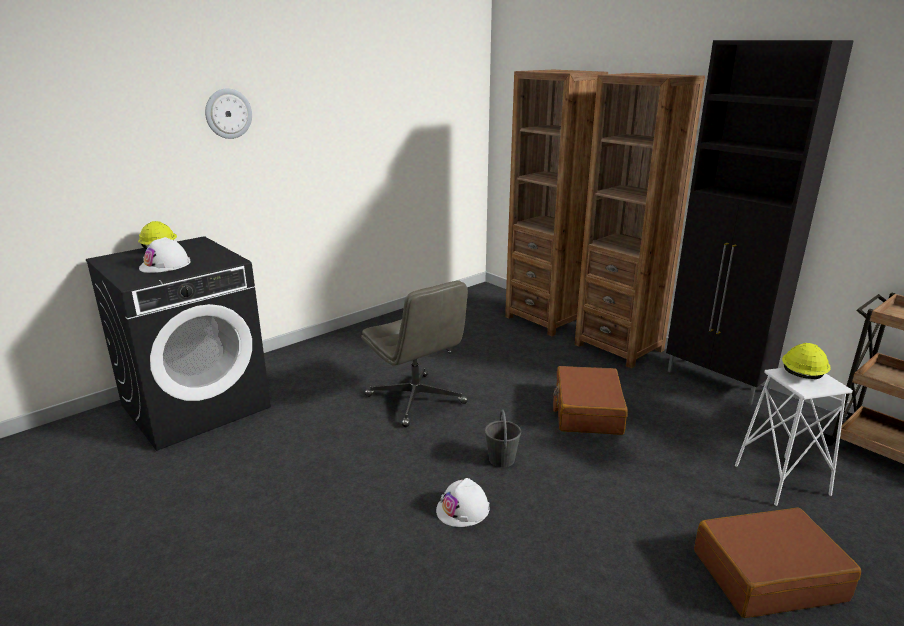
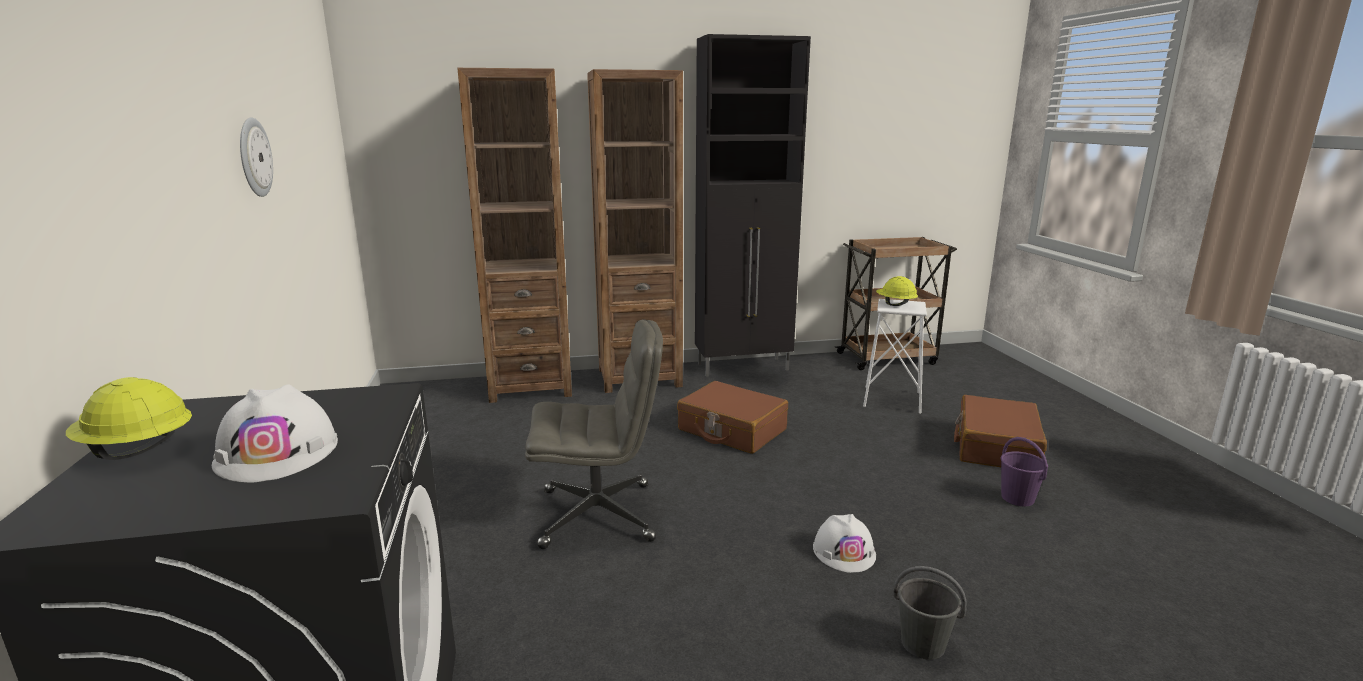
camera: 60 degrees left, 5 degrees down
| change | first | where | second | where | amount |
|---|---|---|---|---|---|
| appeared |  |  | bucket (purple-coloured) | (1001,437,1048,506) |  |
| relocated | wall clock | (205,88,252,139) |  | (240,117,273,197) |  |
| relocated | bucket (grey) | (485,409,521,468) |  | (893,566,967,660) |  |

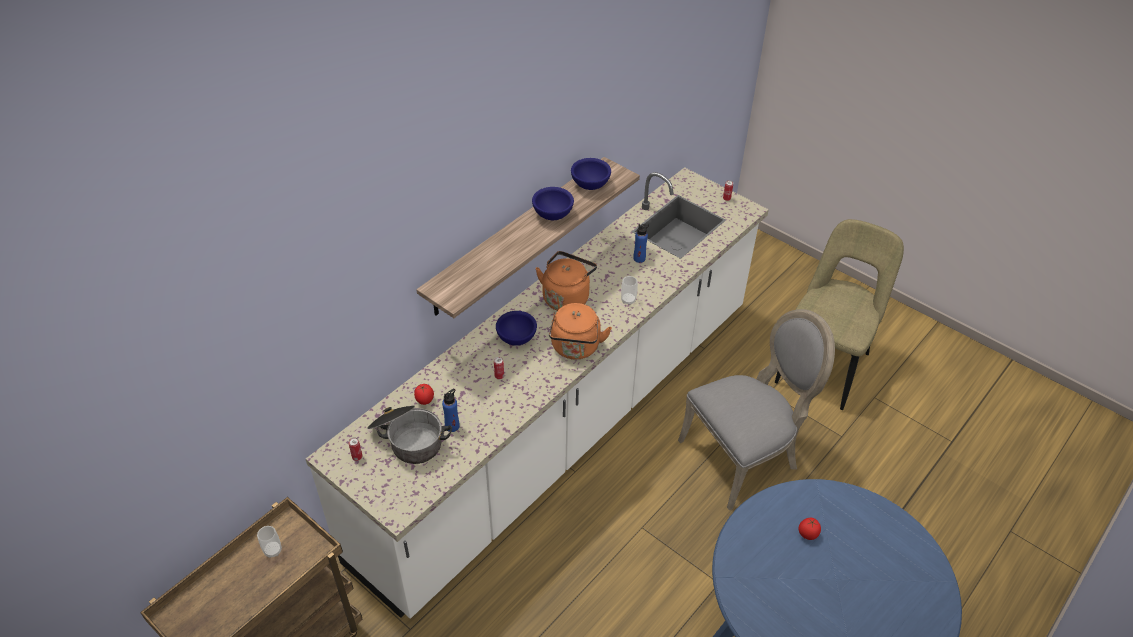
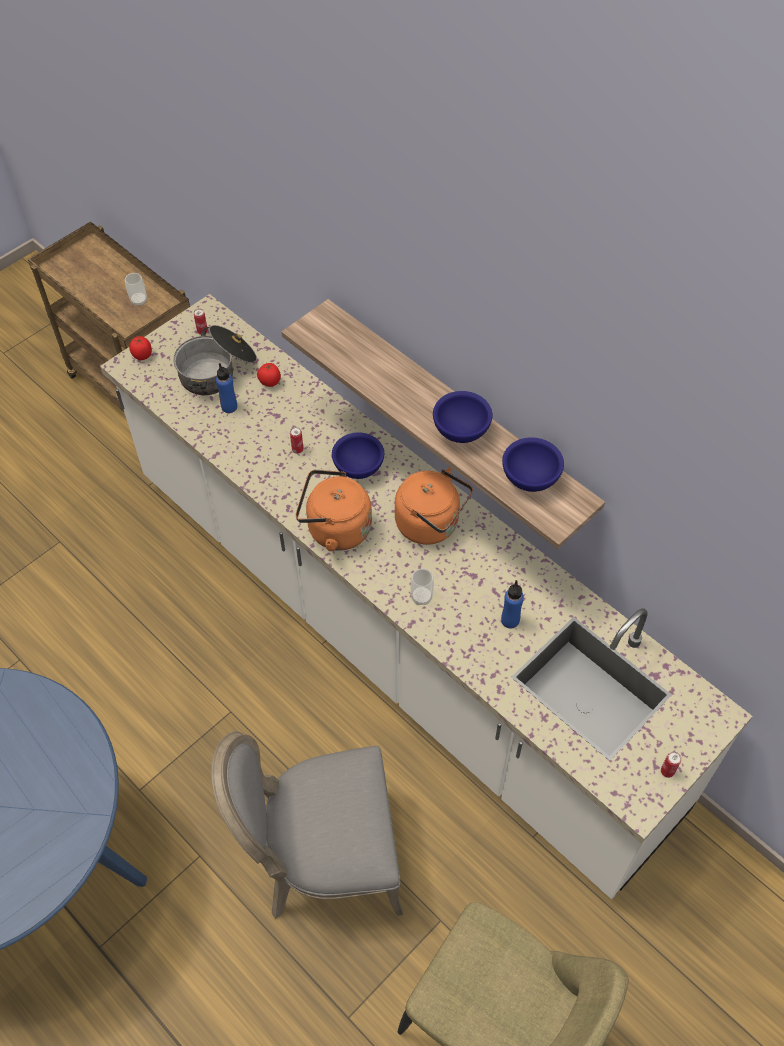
camera: 95 degrees right, 10 degrees up
| change | first | where | second | where | amount |
|---|---|---|---|---|---|
| relocated | whole tomato | (799,518,821,540) |  | (129,336,152,360) |  |
| spun | upright chair (grey) | (678,309,835,511) |  | (211,731,403,919) | 105 degrees clockwise |

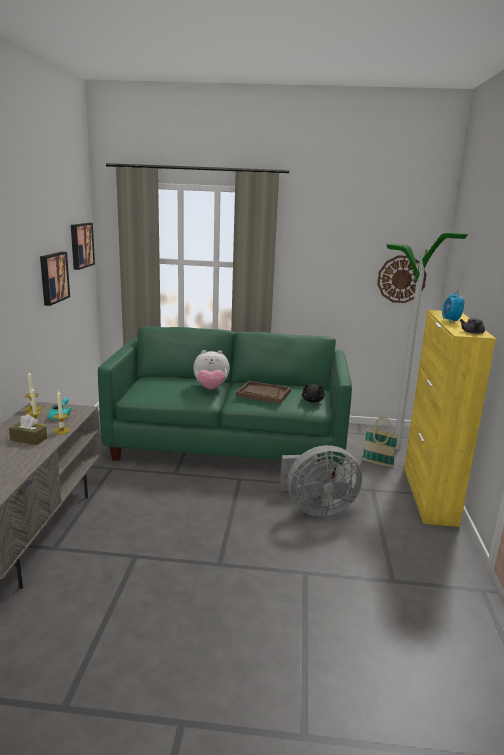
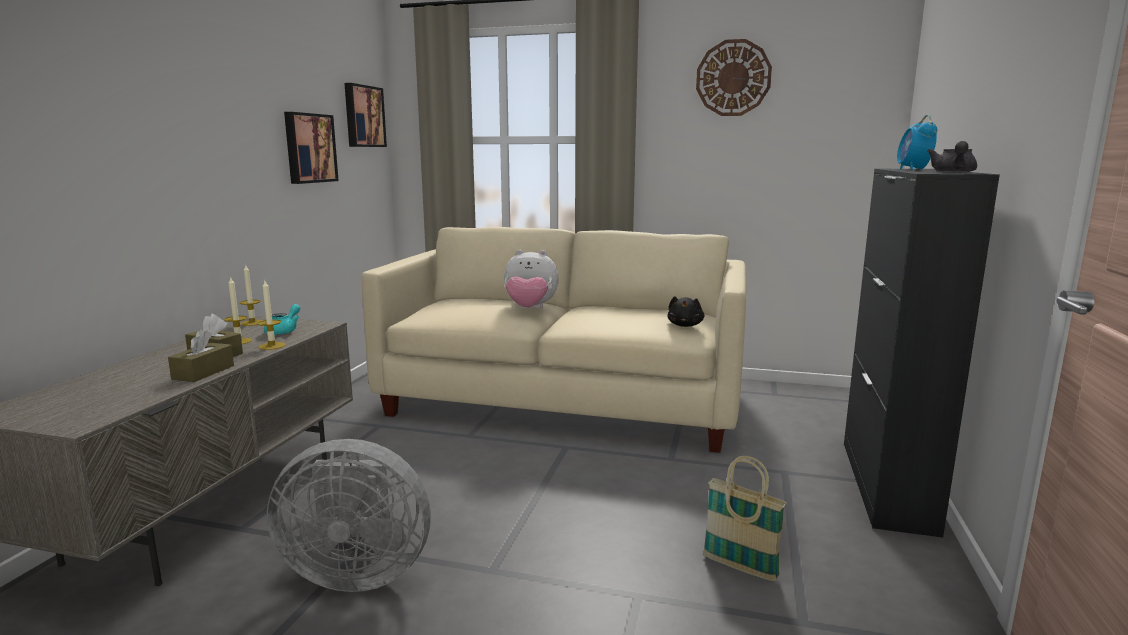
camera: 10 degrees right, 5 degrees down
| change | first | where | second | where | amount |
|---|---|---|---|---|---|
| missing | carrying tray (brown) | (236,381,291,404) |  |  |  |
| missing | standard lamp | (386,232,468,450) |  |  |  |
| appeared |  |  | tissue holder (brown) | (168,329,234,382) |  |
| relocated | fan (grey) | (280,445,362,516) |  | (267,439,431,592) |  |
| relocated | household basket | (362,417,398,467) |  | (703,456,787,581) |  |
| relocated | wall clock | (377,255,427,303) |  | (696,39,772,116) |  |
| colour | sofa (greenish) | (98,326,352,479) | sofa (sand-coloured) | (361,227,746,453) |  |
| colour | cupboard (yellowish) | (404,310,496,527) | cupboard (blackish) | (844,169,1000,537) |  |

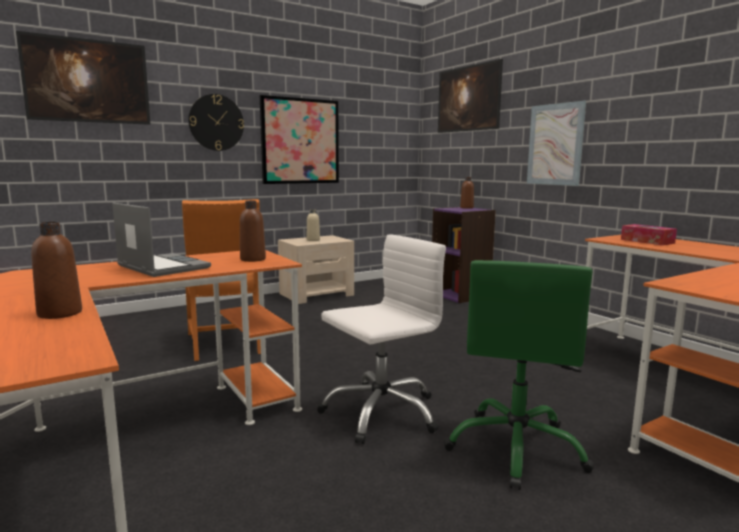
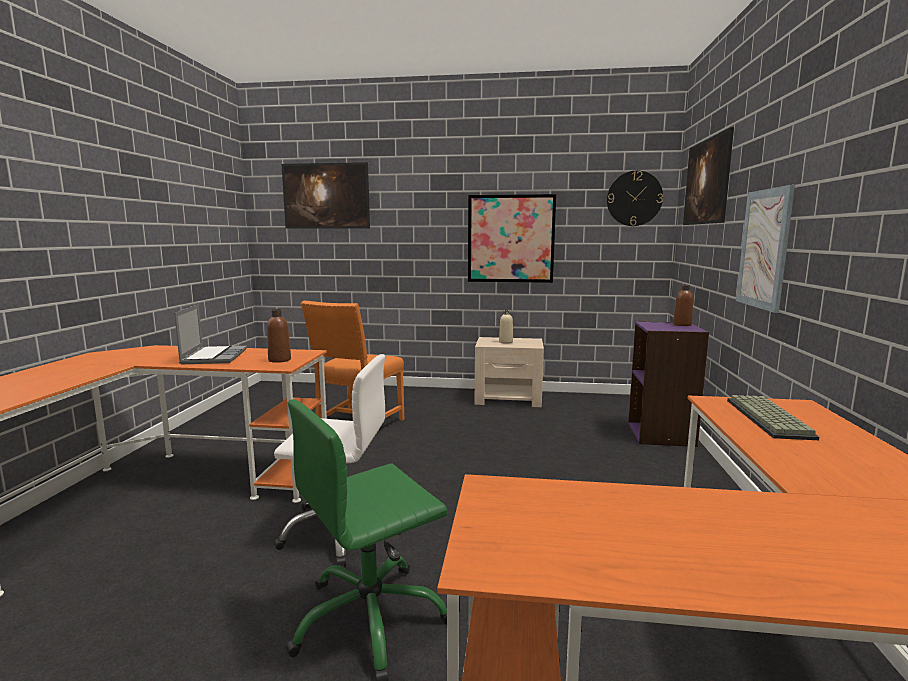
camera: 40 degrees right, 0 degrees up
| change | first | where | second | where | amount |
|---|---|---|---|---|---|
| missing | beverage bottle (brown) | (31,222,82,319) |  |  |  |
| relocated | wall clock | (188,94,244,151) |  | (607,170,663,226) |  |
| exchanged | tissue holder | (621,224,677,245) | keyboard | (727,395,819,440) |  |

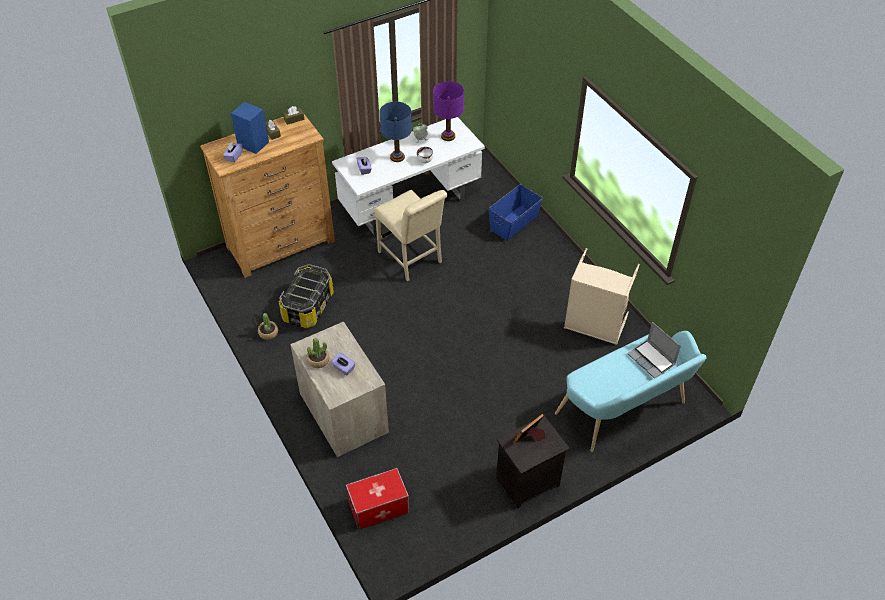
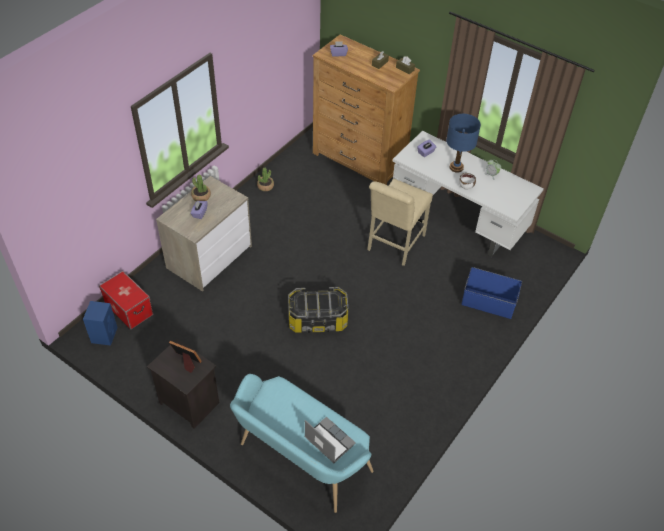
camera: 65 degrees right, 0 degrees up
| change | first | where | second | where | amount |
|---|---|---|---|---|---|
| missing | tabletop lamp (purple-coloured) | (433,81,464,141) |  |  |  |
| missing | hamper (sand-coloured) | (564,248,640,345) |  |  |  |
| relocated | loudspeaker (bluish) | (231,102,269,154) |  | (83,301,118,346) |  |
| relocated | storage container | (279,264,334,328) |  | (288,287,348,333) |  |
| spun | notebook computer | (627,322,681,378) |  | (304,417,356,463) | 105 degrees clockwise |

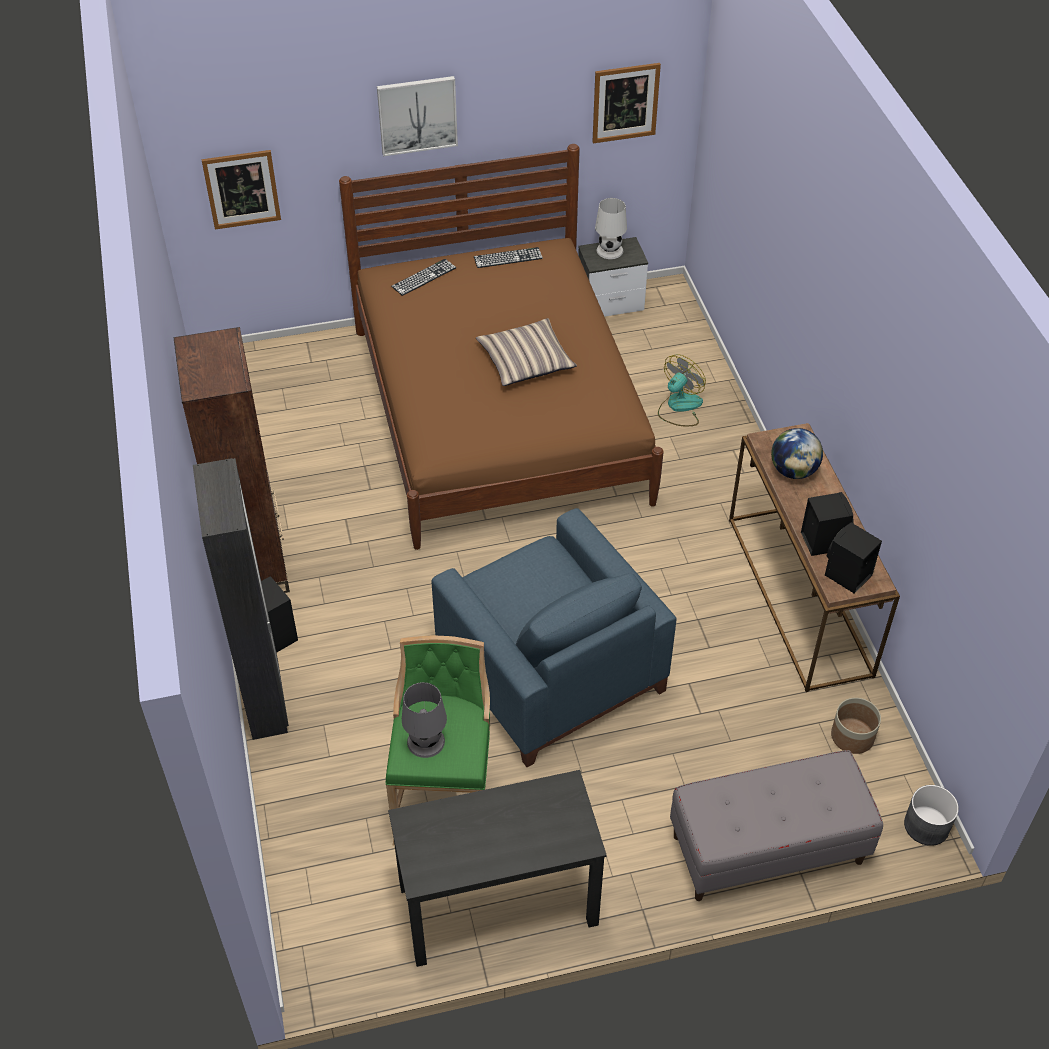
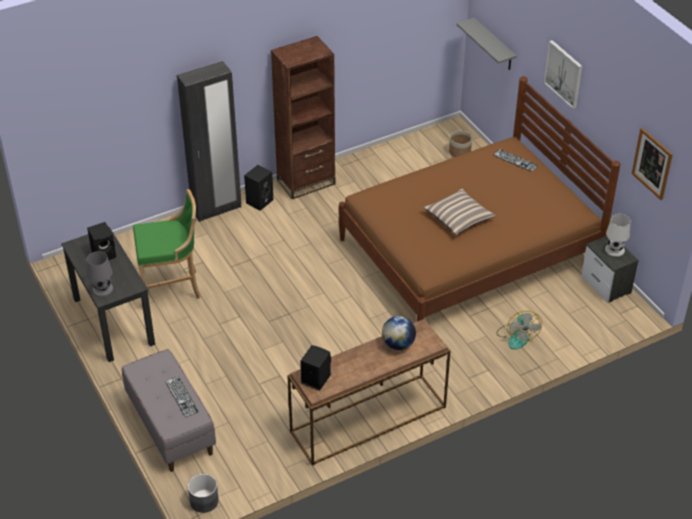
camera: 75 degrees right, 5 degrees down
| change | first | where | second | where | amount |
|---|---|---|---|---|---|
| missing | easy chair (bluish) | (431,508,677,767) |  |  |  |
| relocated | tabletop lamp (grey) | (402,682,447,758) |  | (87,251,113,297) |  |
| relocated | keyboard | (474,247,543,268) |  | (165,376,199,417) |  |
| relocated | loudspeaker (blackish) | (801,492,854,556) |  | (87,222,116,260) |  |
| relocated | plant pot | (831,698,881,754) |  | (449,131,472,157) |  |
| exchanged | wall picture | (202,150,281,230) | bracket shelf (grey) | (457,18,517,70) |  |
| spun | fan | (658,354,706,426) |  | (496,311,542,350) | 60 degrees clockwise |

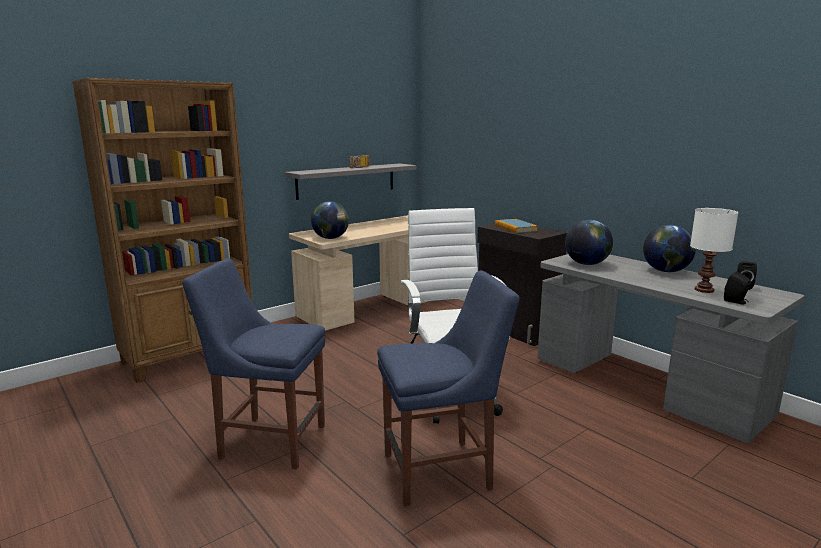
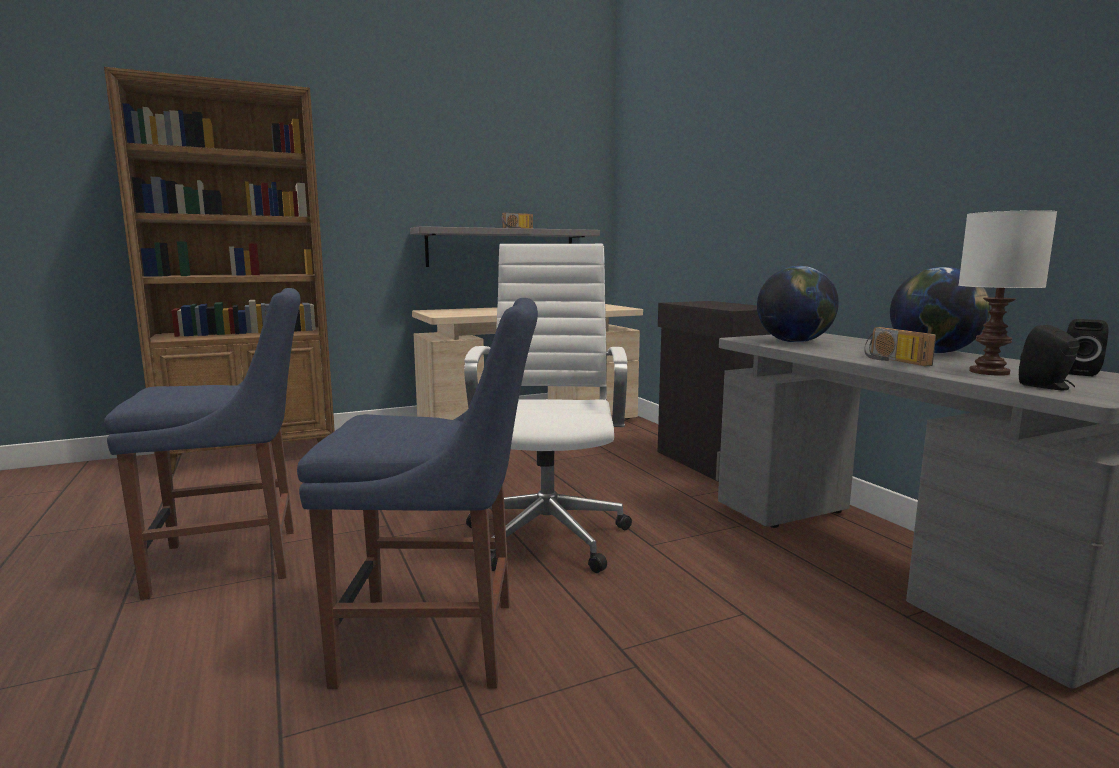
camera: 15 degrees right, 5 degrees down
| change | first | where | second | where | amount |
|---|---|---|---|---|---|
| missing | world globe | (311,201,349,239) |  |  |  |
| missing | bound book | (495,219,538,233) |  |  |  |
| appeared |  |  | radio receiver | (864,327,936,366) |  |
| spun | upright chair (bluish) | (182,258,325,470) |  | (104,288,301,600) | 135 degrees clockwise |

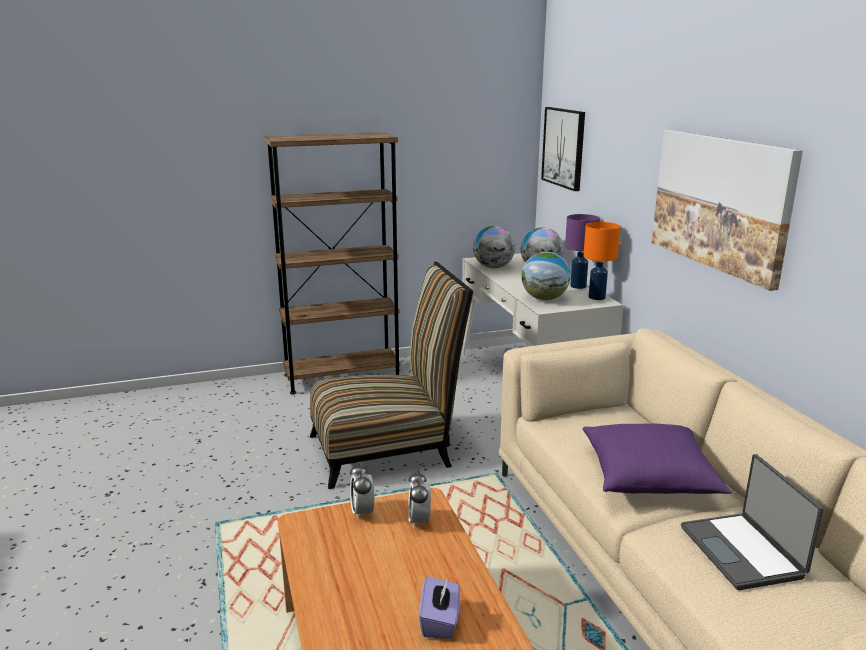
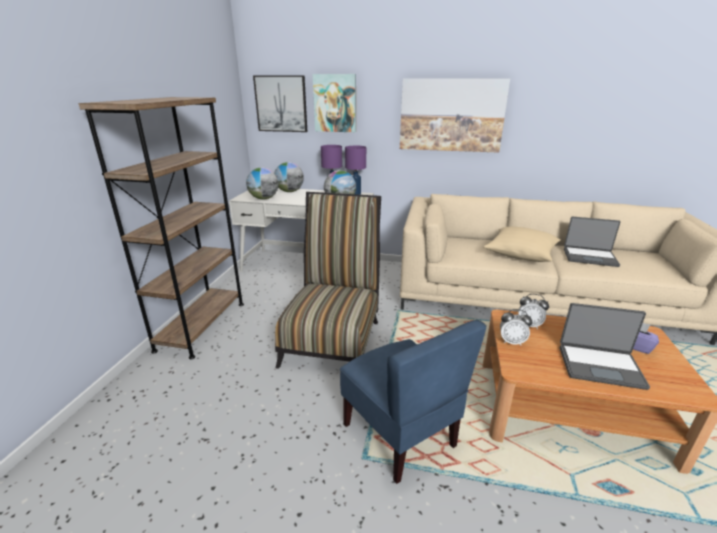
camera: 60 degrees left, 5 degrees up
| change | first | where | second | where | amount |
|---|---|---|---|---|---|
| appeared |  |  | wall picture | (312,74,356,132) |  |
| appeared |  |  | upright chair (bluish) | (340,320,486,484) |  |
| appeared |  |  | notebook computer | (560,303,650,390) |  |
| colour | tabletop lamp (orange) | (583,222,621,300) | tabletop lamp (purple-coloured) | (345,146,366,195) |  |
| colour | cushion (purple-coloured) | (583,423,732,494) | cushion (sand-coloured) | (484,226,561,262) |  |

